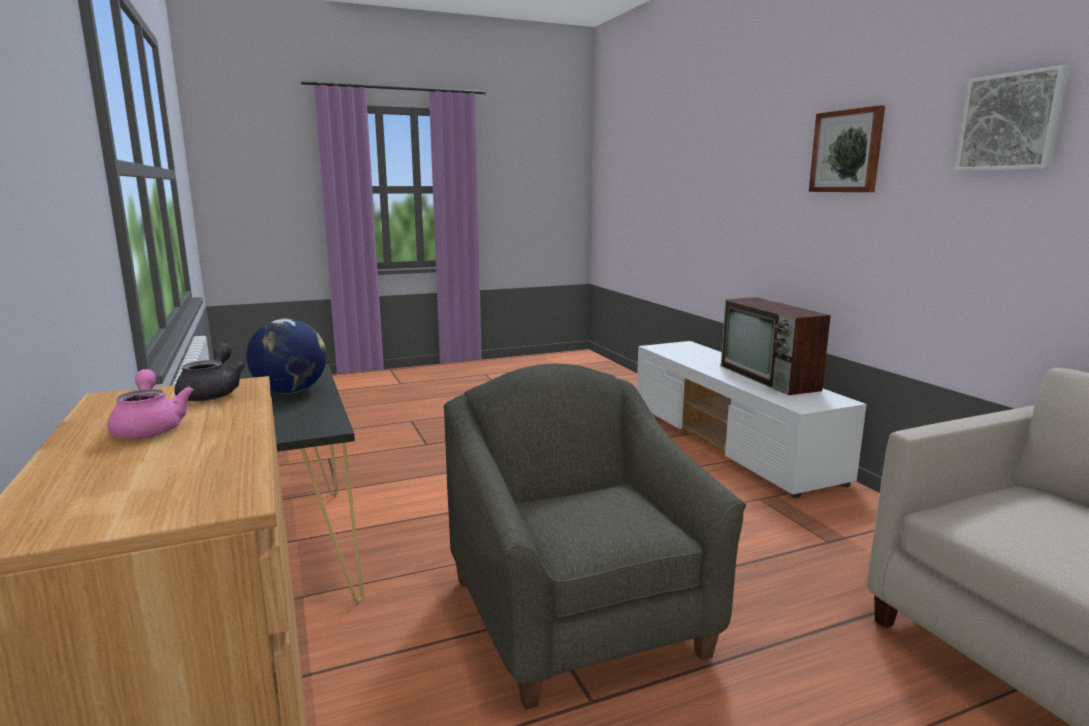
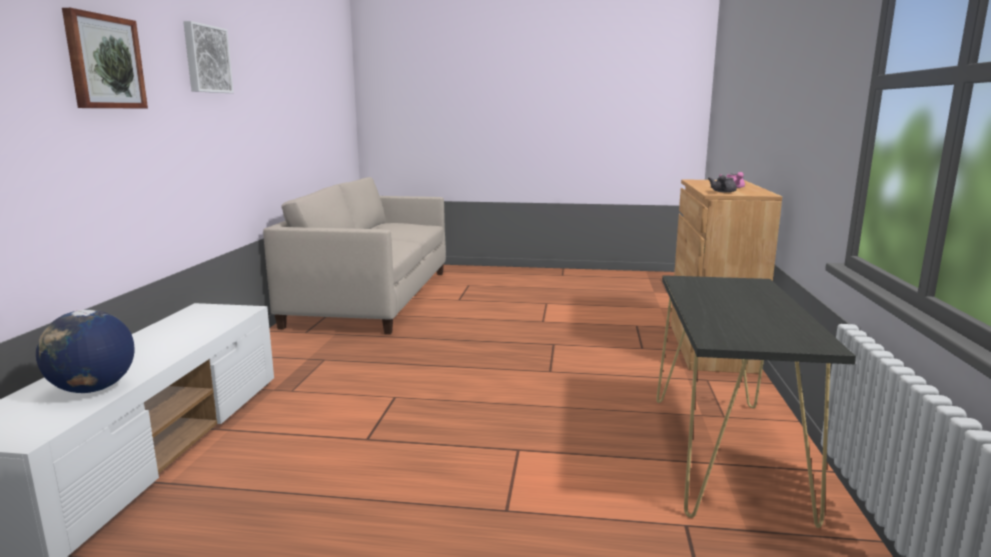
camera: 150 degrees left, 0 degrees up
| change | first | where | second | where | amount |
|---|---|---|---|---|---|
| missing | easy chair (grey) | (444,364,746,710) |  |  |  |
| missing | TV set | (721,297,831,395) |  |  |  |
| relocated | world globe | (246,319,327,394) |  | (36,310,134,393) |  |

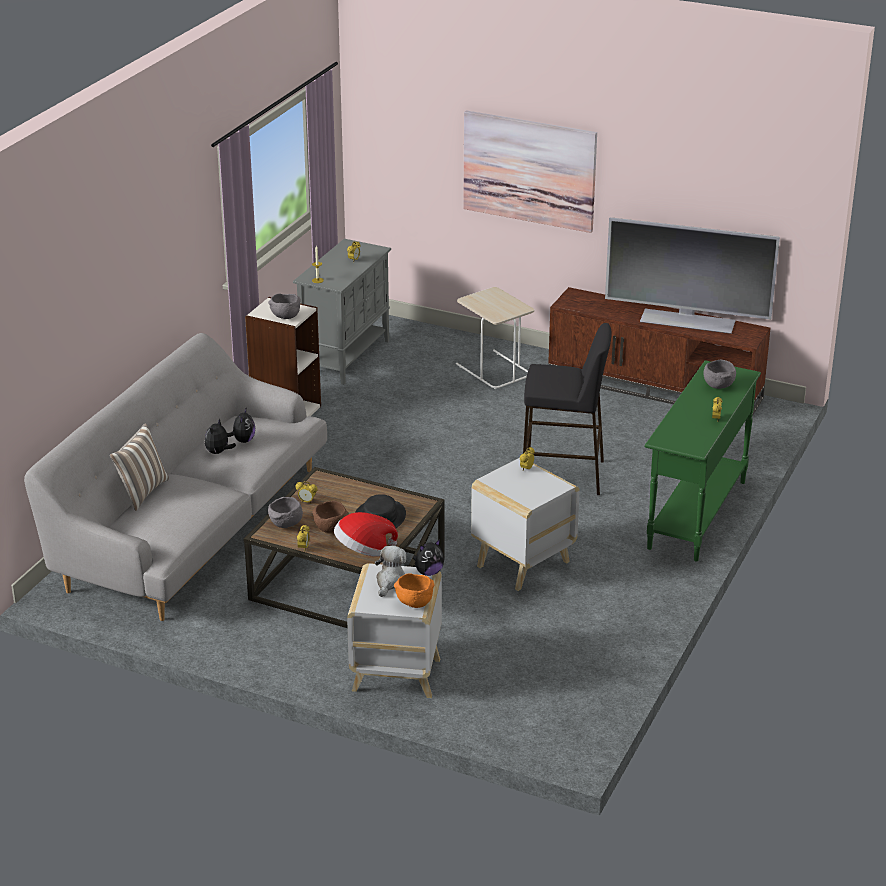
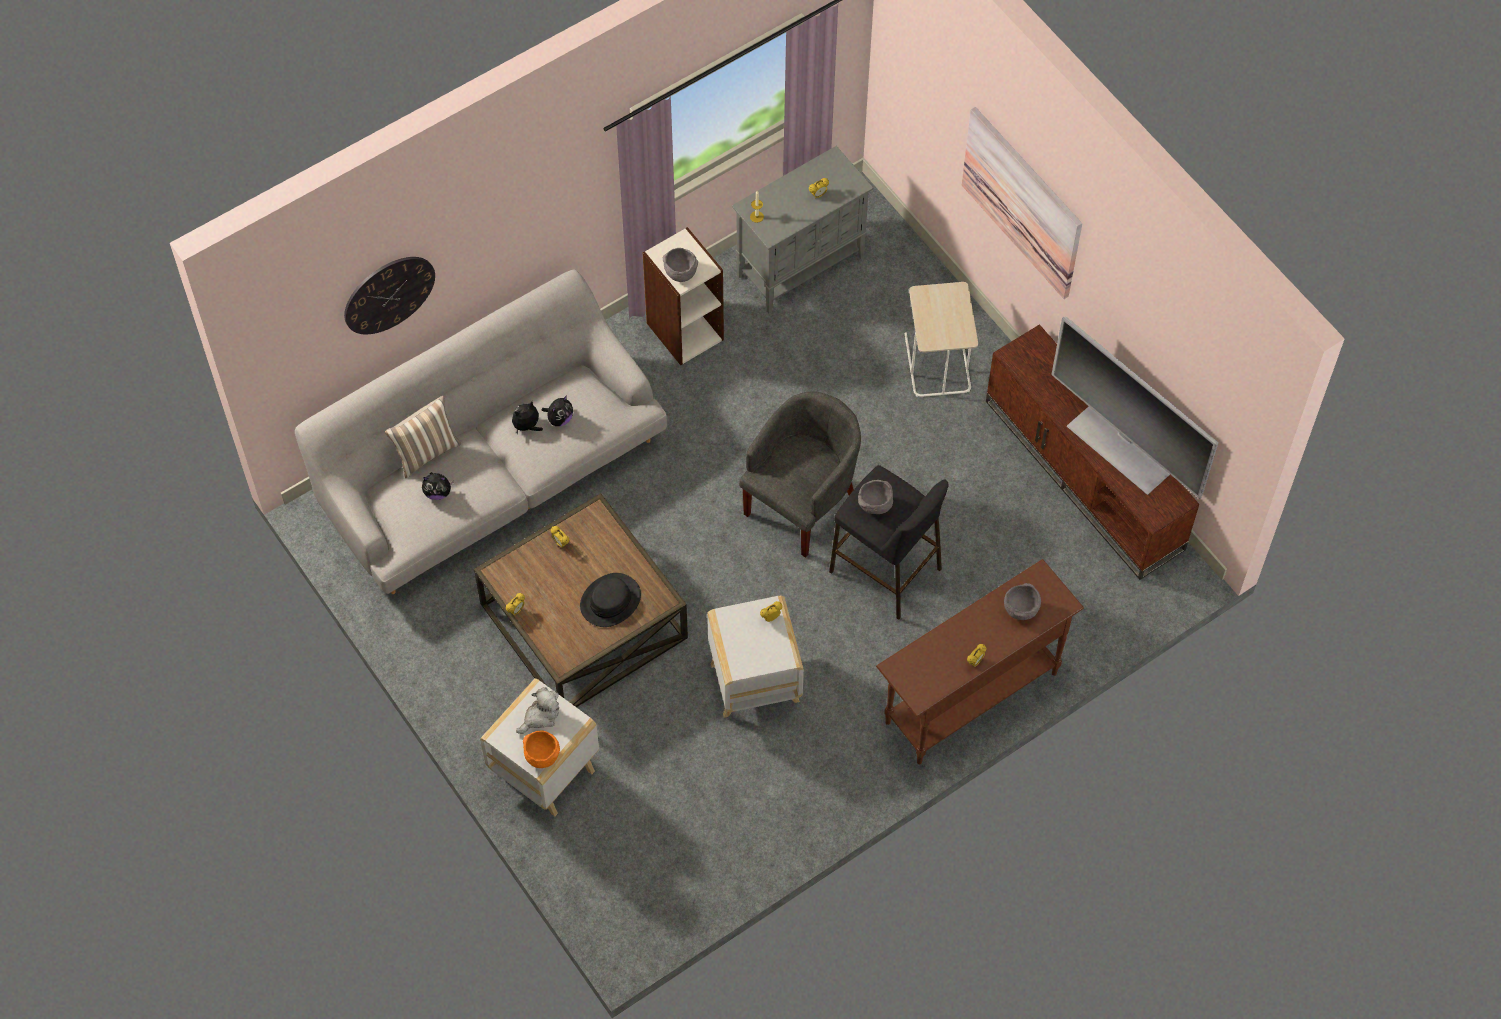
camera: 30 degrees right, 30 degrees up
| change | first | where | second | where | amount |
|---|---|---|---|---|---|
| missing | bowl (brown) | (312,501,349,533) |  |  |  |
| missing | wearable hat | (334,512,398,557) |  |  |  |
| appeared |  |  | wall clock | (344,257,435,334) |  |
| appeared |  |  | easy chair (grey) | (739,391,861,557) |  |
| relocated | bowl (grey) | (268,497,303,528) |  | (858,480,893,514) |  |
| relocated | soft toy | (413,539,444,576) |  | (422,472,454,500) |  |
| colour | console table (greenish) | (644,360,761,561) | console table (brown) | (876,559,1084,764) |  |

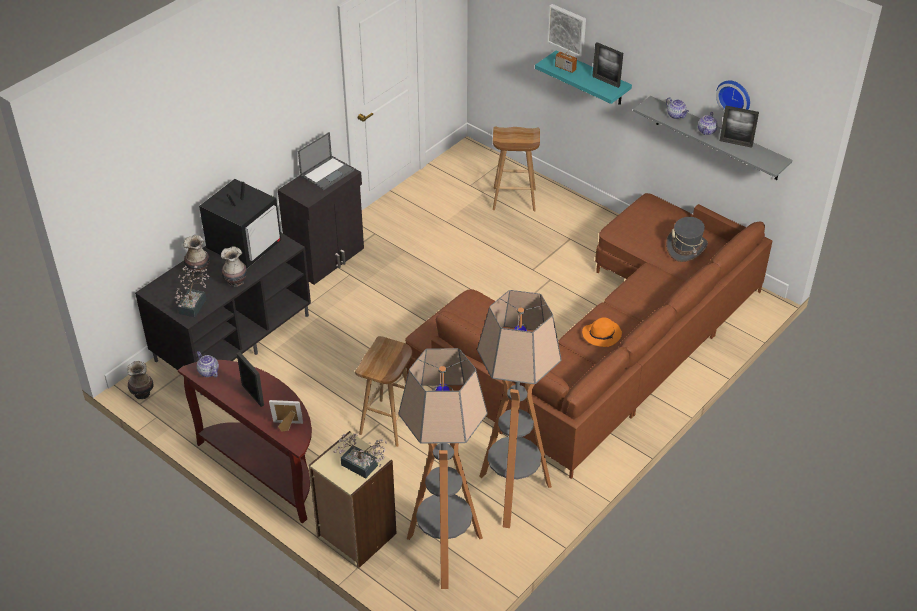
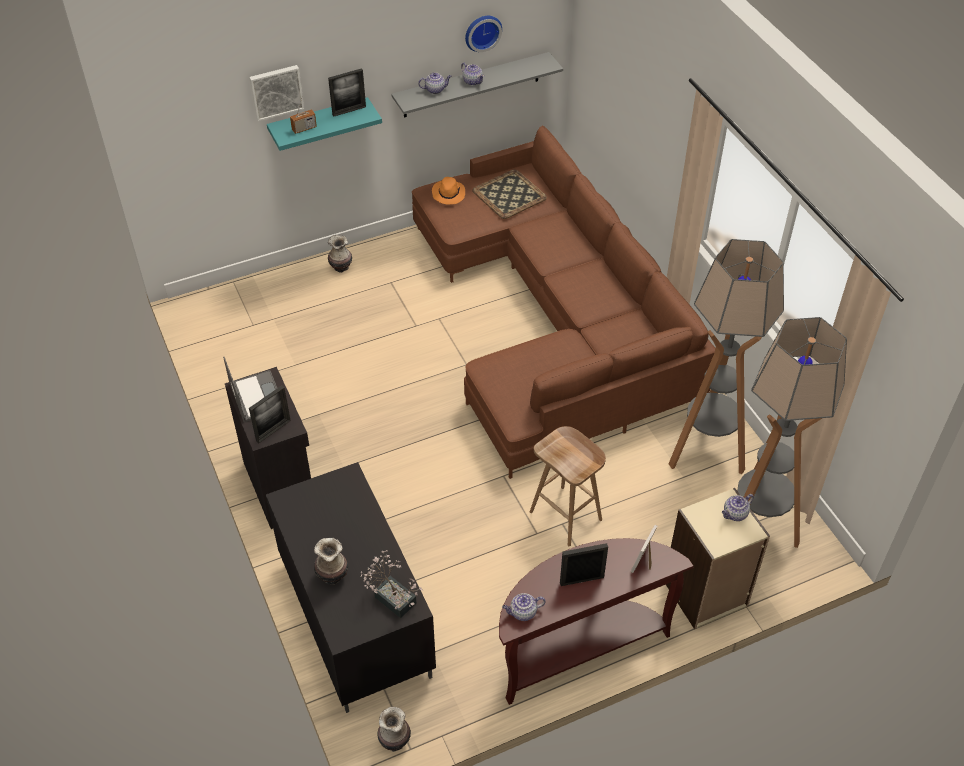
camera: 65 degrees left, 5 degrees up
| change | first | where | second | where | amount |
|---|---|---|---|---|---|
| missing | TV set | (199,179,281,268) |  |  |  |
| missing | sitting stool (brown) | (493,126,540,211) |  |  |  |
| relocated | decorative vase | (221,246,247,287) |  | (328,235,352,273) |  |
| relocated | wearable hat (orange) | (582,318,622,347) |  | (432,177,465,205) |  |
| relocated | standing frame | (720,106,759,148) |  | (249,385,291,443) |  |
| exchanged | houseplant | (333,433,387,478) | pot for tea | (722,494,754,521) |  |
| exchanged | wearable hat (grey) | (666,217,708,262) | carrying tray | (472,170,547,219) |  |

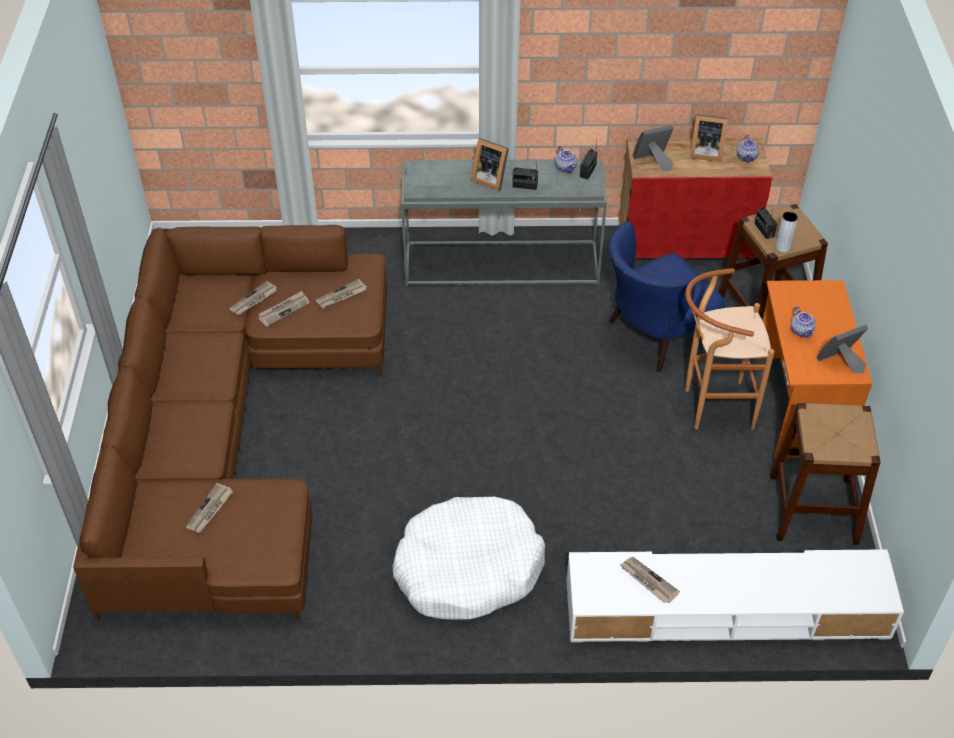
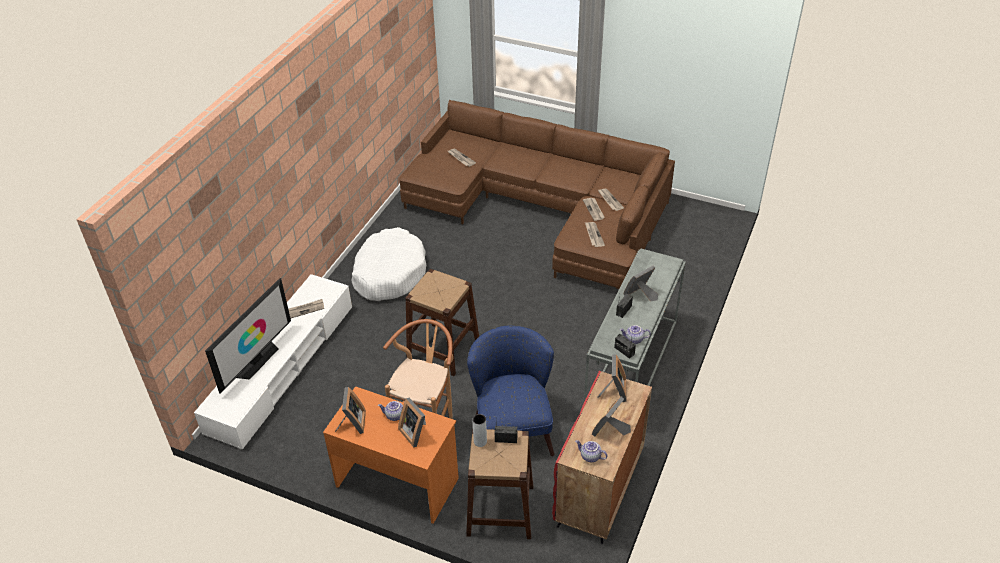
camera: 115 degrees right, 5 degrees down
| change | first | where | second | where | amount |
|---|---|---|---|---|---|
| appeared |  |  | TV set | (205,278,291,394) |  |
| appeared |  |  | standing frame | (398,398,426,447) |  |
| relocated | sitting stool (brown) | (770,403,880,545) |  | (405,269,479,376) |  |

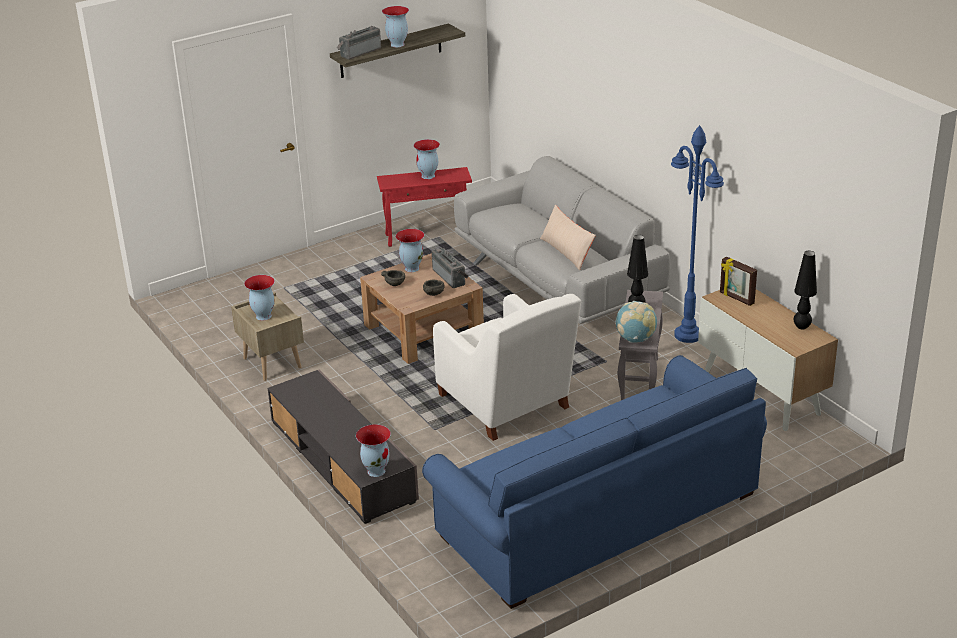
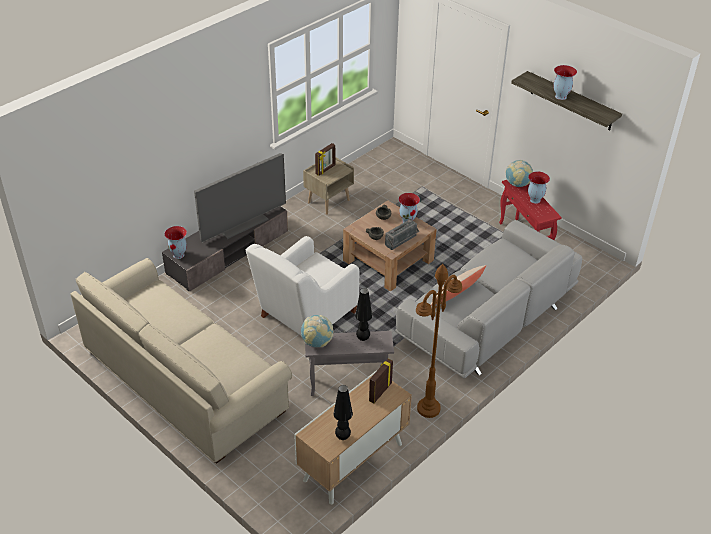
camera: 75 degrees right, 10 degrees up
| change | first | where | second | where | amount |
|---|---|---|---|---|---|
| missing | radio receiver | (337,26,381,60) |  |  |  |
| appeared |  |  | TV set | (194,153,286,243) |  |
| appeared |  |  | world globe | (506,160,533,187) |  |
| exchanged | decorative vase | (244,275,275,321) | standing frame | (315,143,335,176) |  |
| colour | sofa (bluish) | (422,355,767,609) | sofa (sand-coloured) | (71,258,292,464) |  |
| colour | standard lamp (bluish) | (671,125,724,343) | standard lamp (brown) | (416,264,462,418) |  |

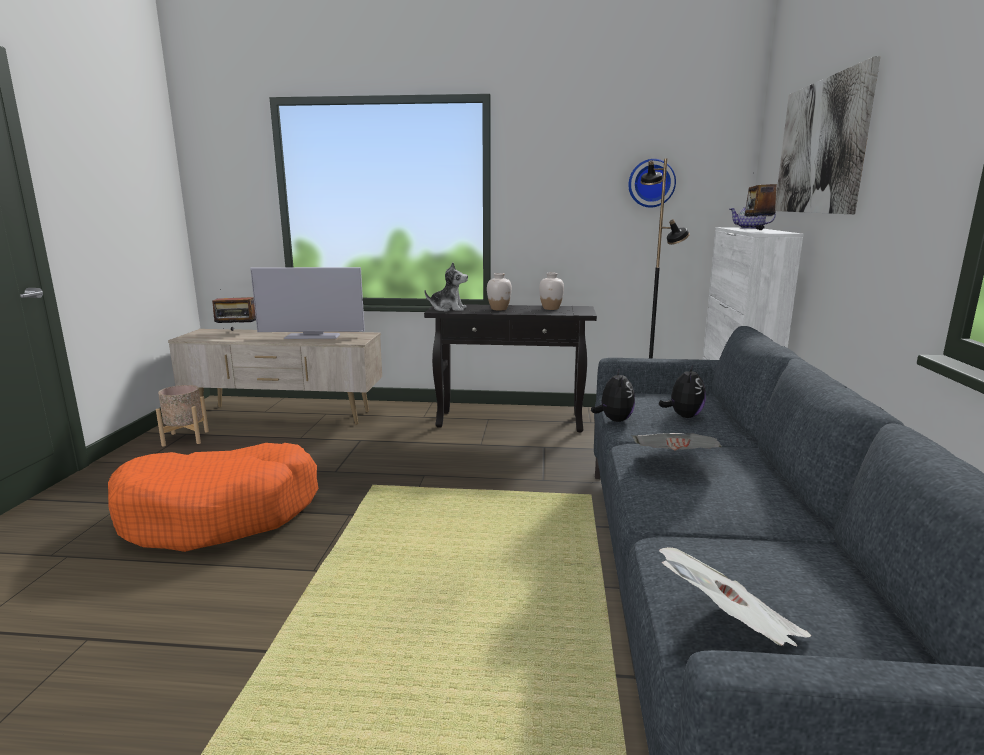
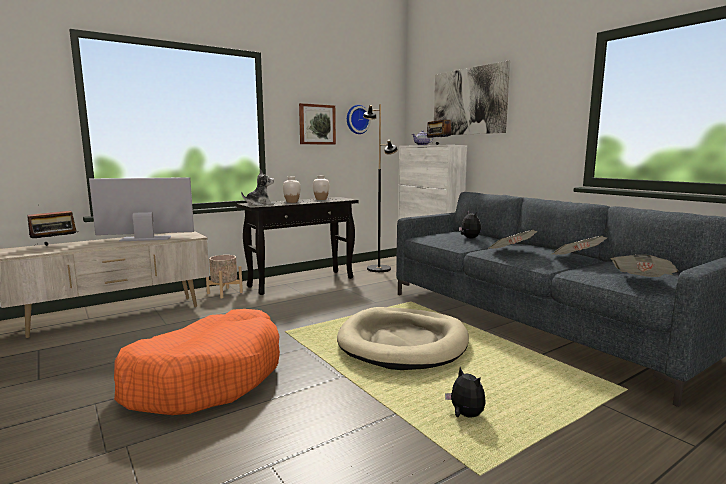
camera: 40 degrees left, 5 degrees down
| change | first | where | second | where | amount |
|---|---|---|---|---|---|
| appeared |  |  | wall picture | (299,103,336,145) |  |
| appeared |  |  | pet bed (sand-coloured) | (337,307,469,370) |  |
| appeared |  |  | daily paper | (552,236,607,255) |  |
| relocated | plant pot (sand-coloured) | (156,385,209,447) |  | (206,255,243,299) |  |
| relocated | soft toy | (591,368,635,422) |  | (445,367,485,418) |  |
| spun | TV set | (250,267,365,339) |  | (89,177,194,241) | 150 degrees counterclockwise |

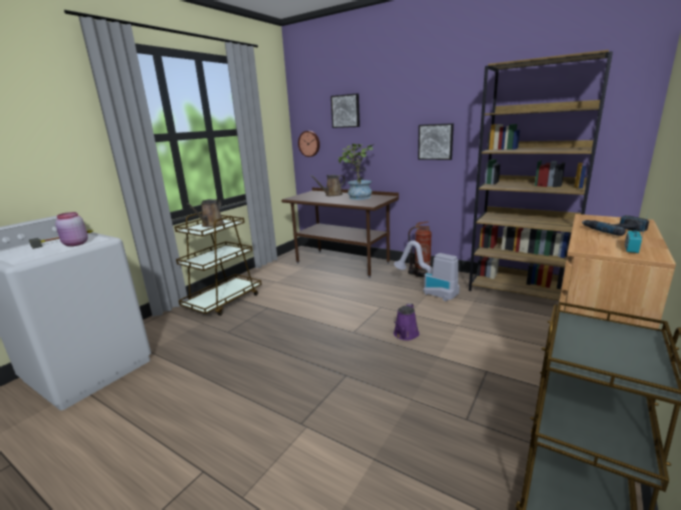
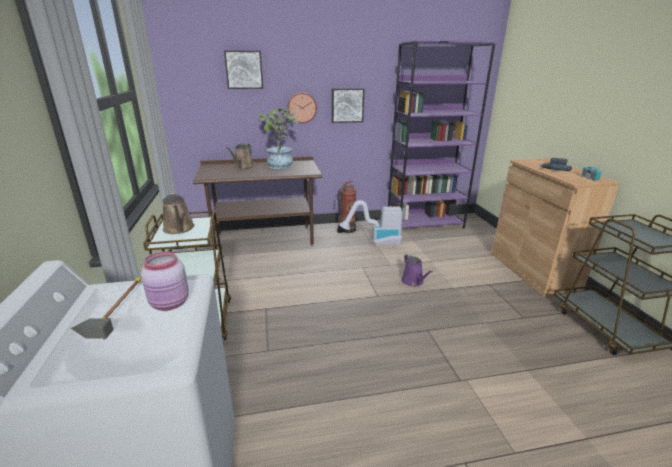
camera: 45 degrees left, 5 degrees up
| change | first | where | second | where | amount |
|---|---|---|---|---|---|
| relocated | wall clock | (298,131,320,157) |  | (287,92,317,123) |  |
| colour | shelving unit (brown) | (469,50,613,302) | shelving unit (purple-coloured) | (388,40,495,229) |  |

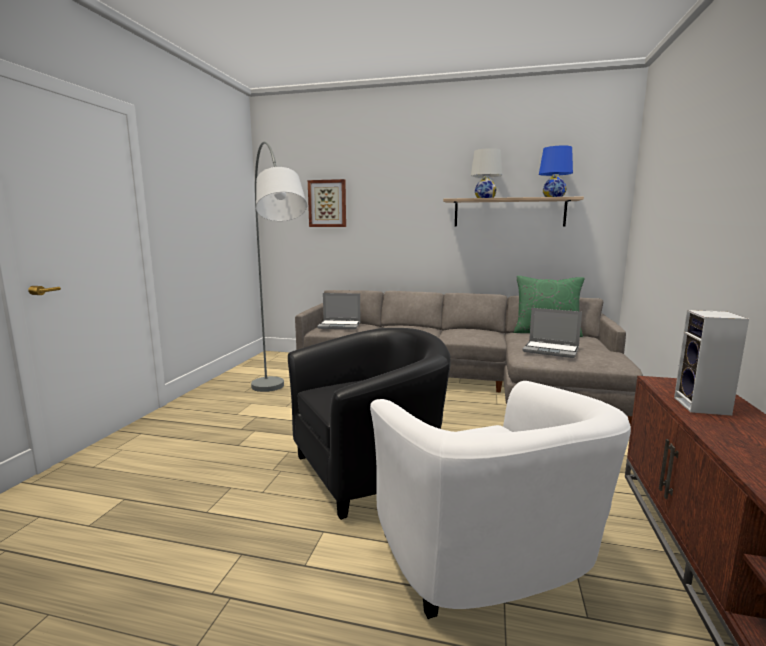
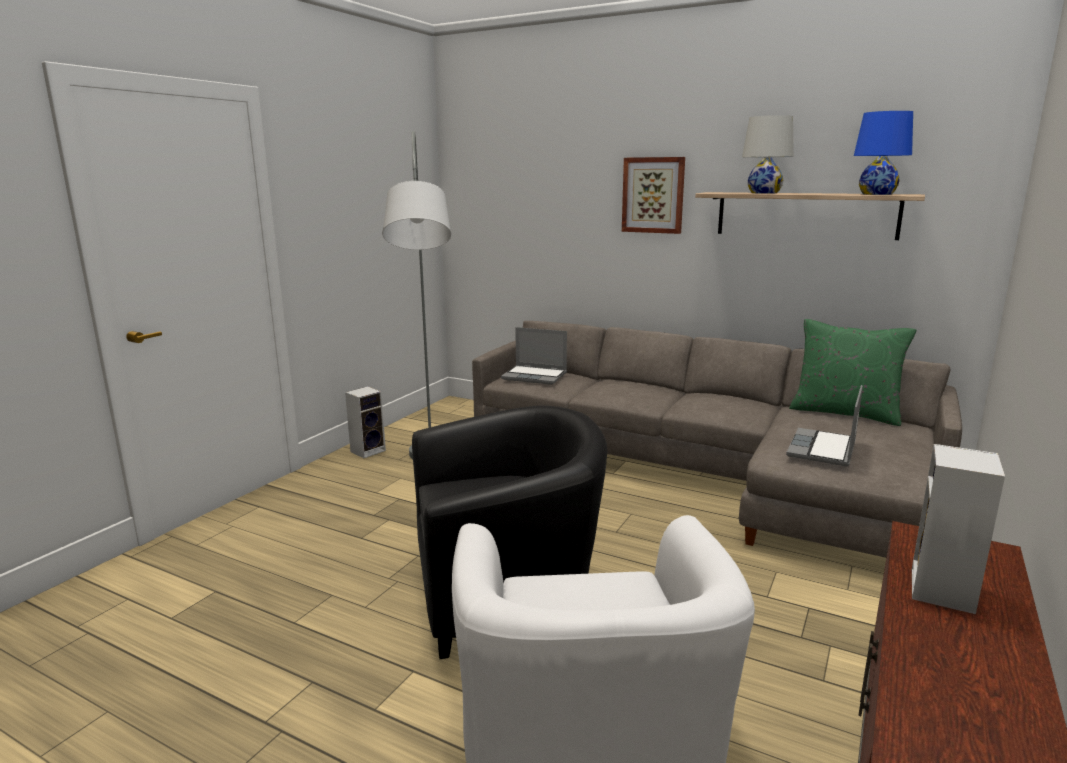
camera: 15 degrees right, 5 degrees up
| change | first | where | second | where | amount |
|---|---|---|---|---|---|
| appeared |  |  | loudspeaker | (345,386,386,458) |  |
| relocated | wall picture | (308,179,346,227) |  | (622,157,685,234) |  |
| spun | notebook computer | (522,308,582,358) |  | (786,385,863,467) | 75 degrees clockwise |

